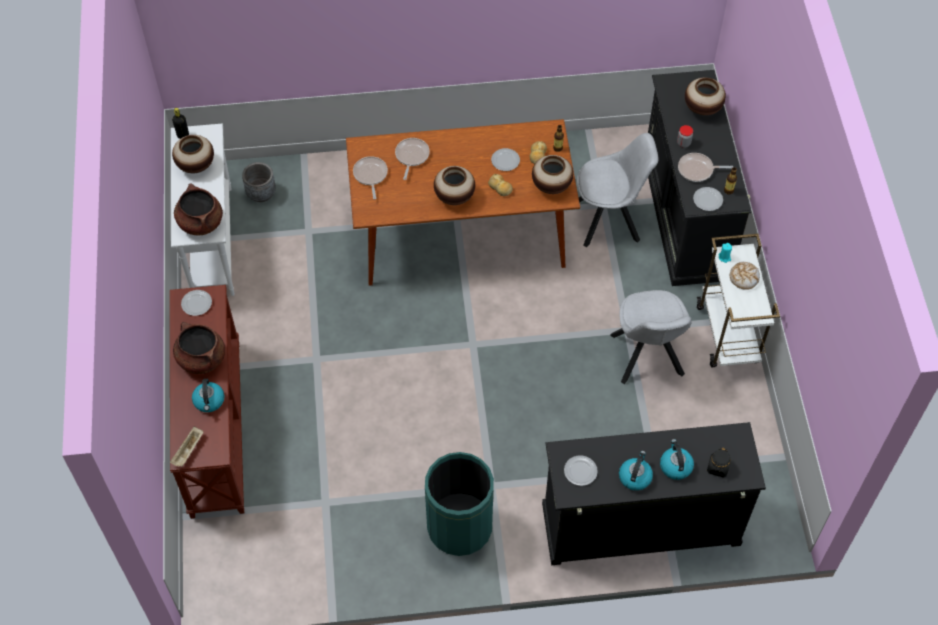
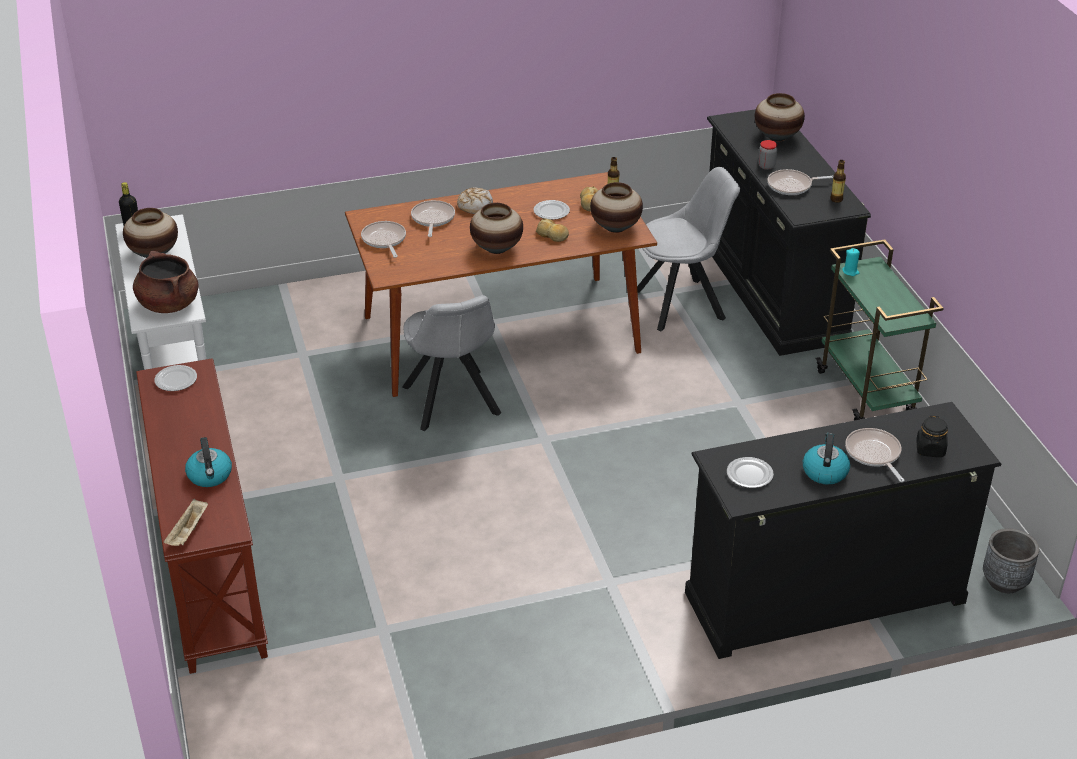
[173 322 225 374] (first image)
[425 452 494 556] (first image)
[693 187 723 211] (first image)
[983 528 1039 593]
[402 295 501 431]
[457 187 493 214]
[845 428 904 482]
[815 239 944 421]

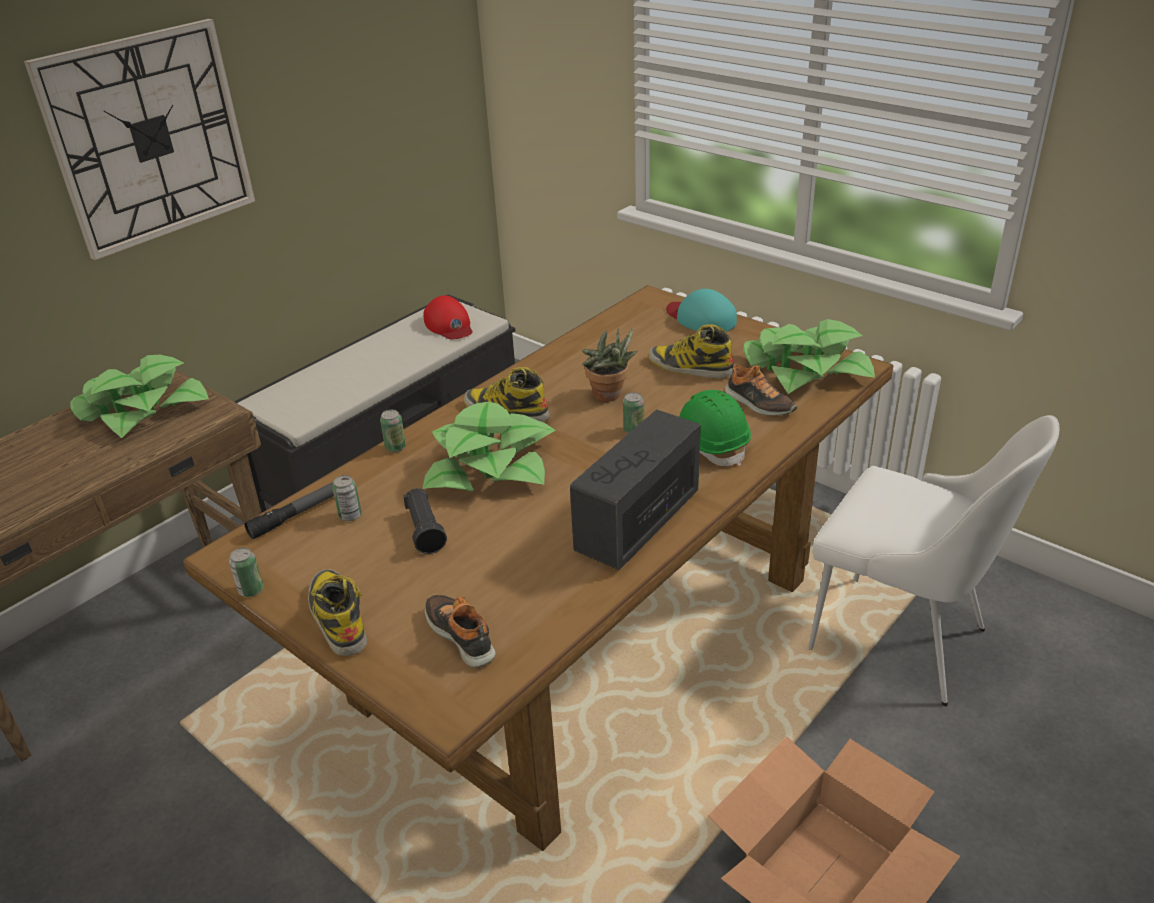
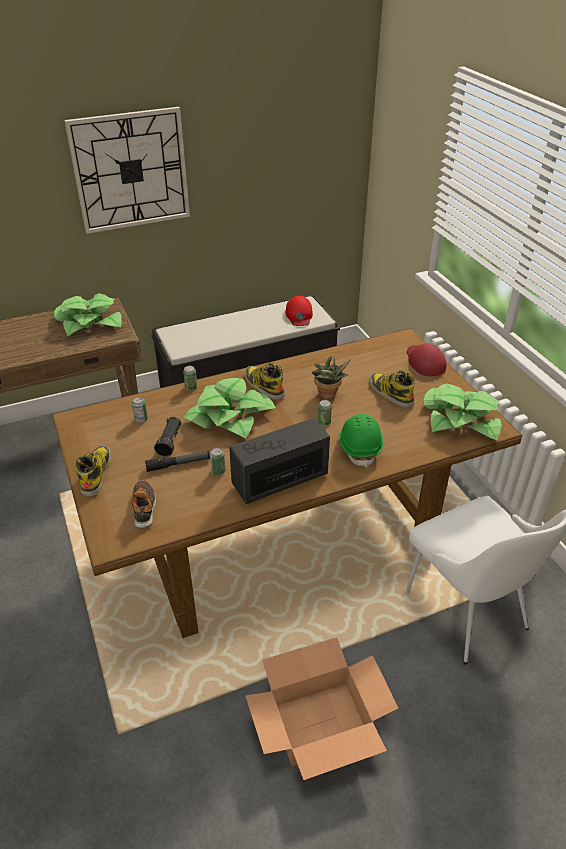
[725 363 797 416] (first image)
[210 447 225 475]
[145 451 210 472]
[407 343 447 376]

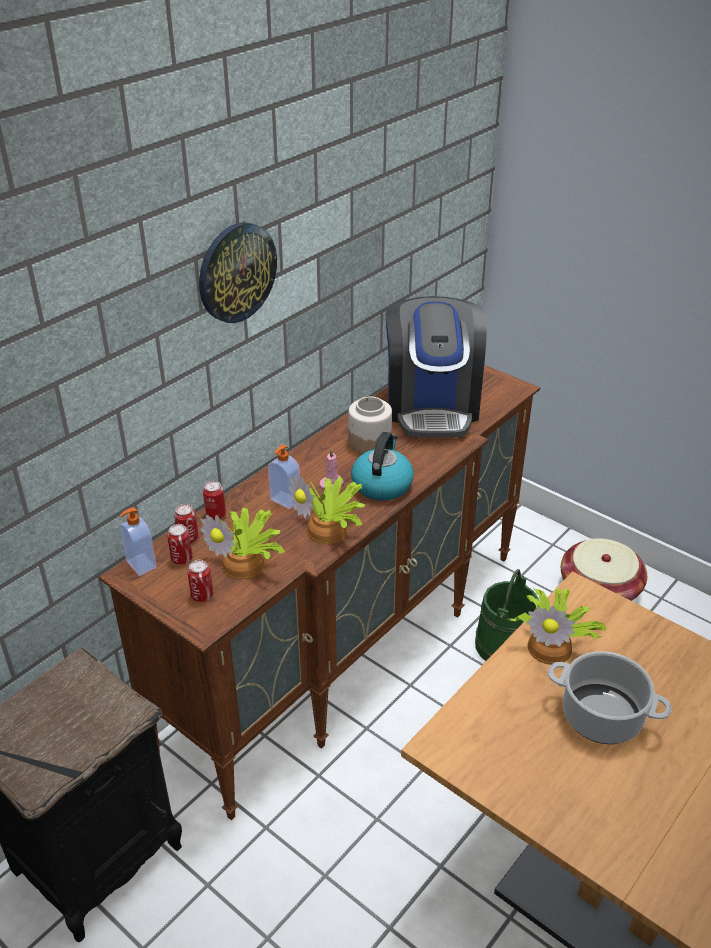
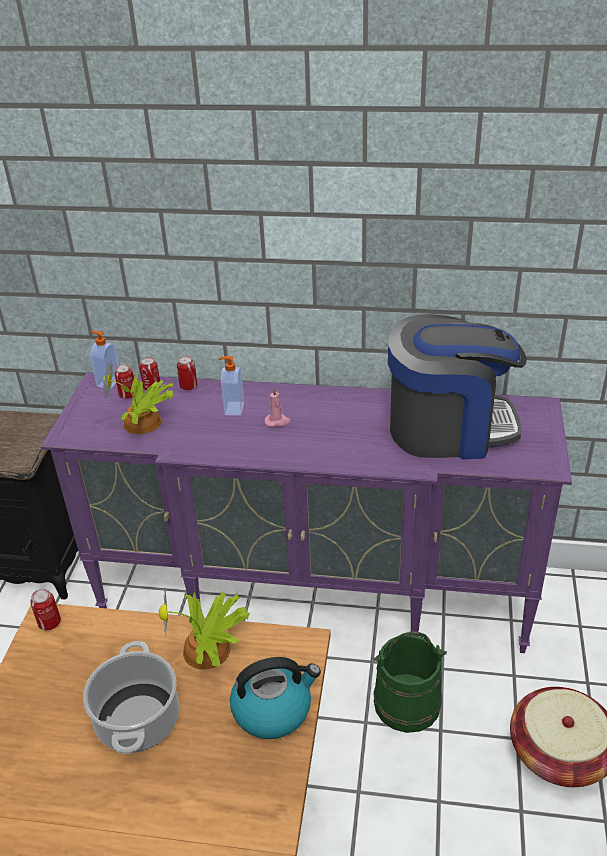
[199 222 277 323] (first image)
[289 475 365 544] (first image)
[348 396 392 454] (first image)
[30 589 61 631]
[230 657 321 739]
[41 373 572 653]
[388 314 527 459]

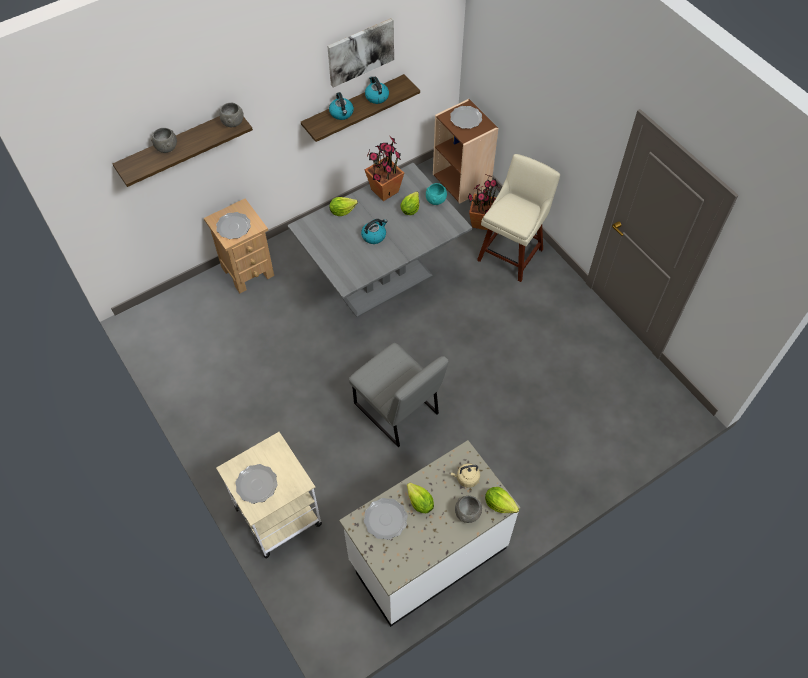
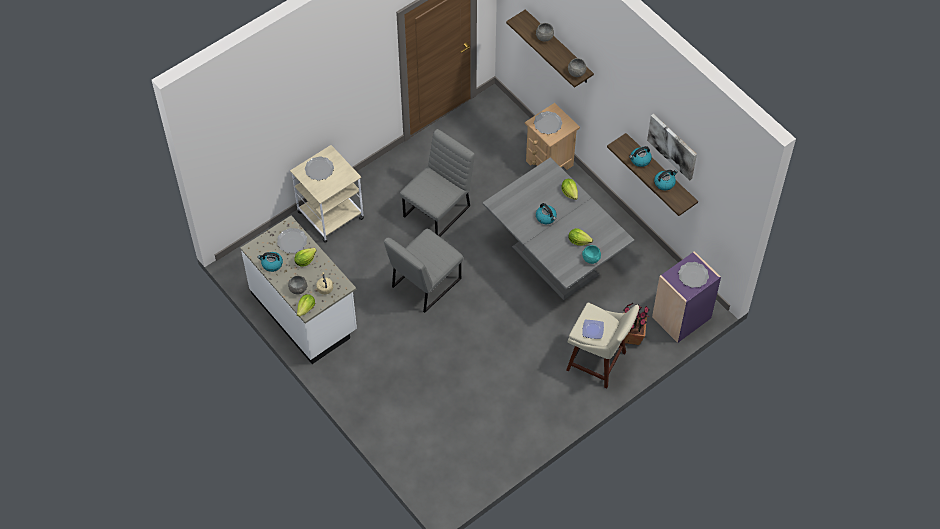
[365 137 404 201] (first image)
[257 252 283 272]
[400 129 475 237]
[582 320 604 339]
[652 251 721 343]

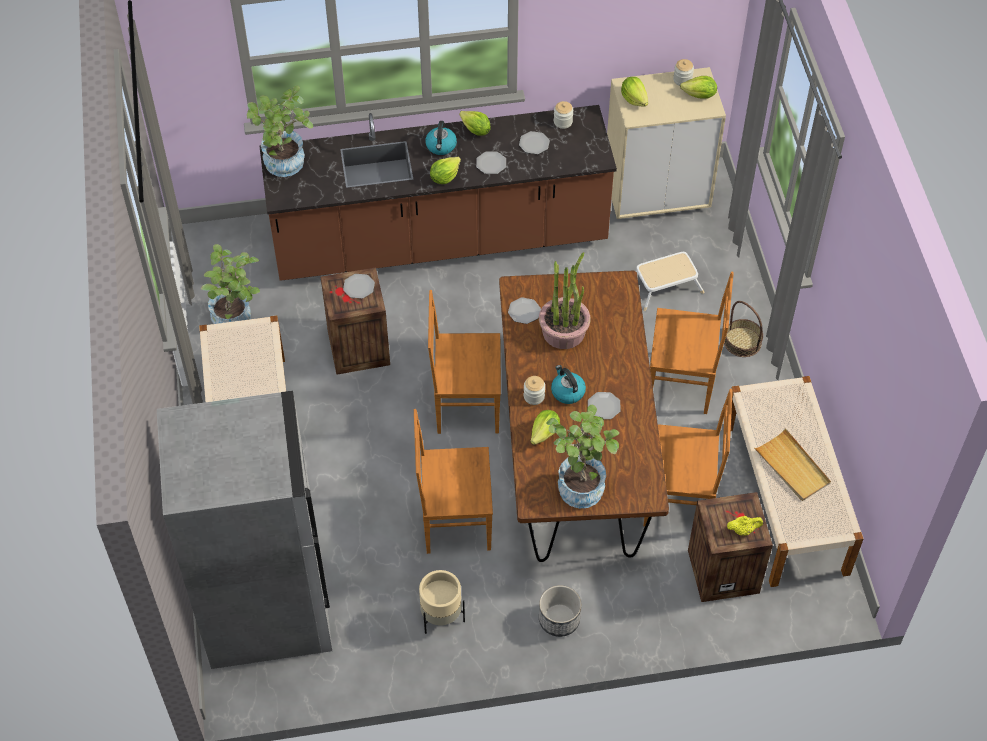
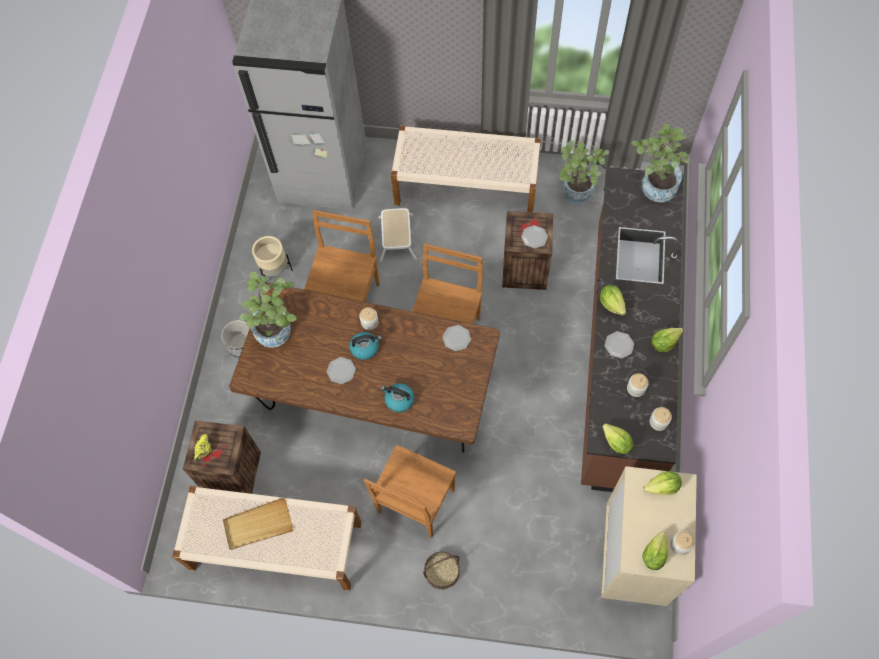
[539 252 590 349] (first image)
[644 389 732 527] (first image)
[381 383 414 412]
[602 423 633 454]
[378 208 417 263]
[627 373 649 397]

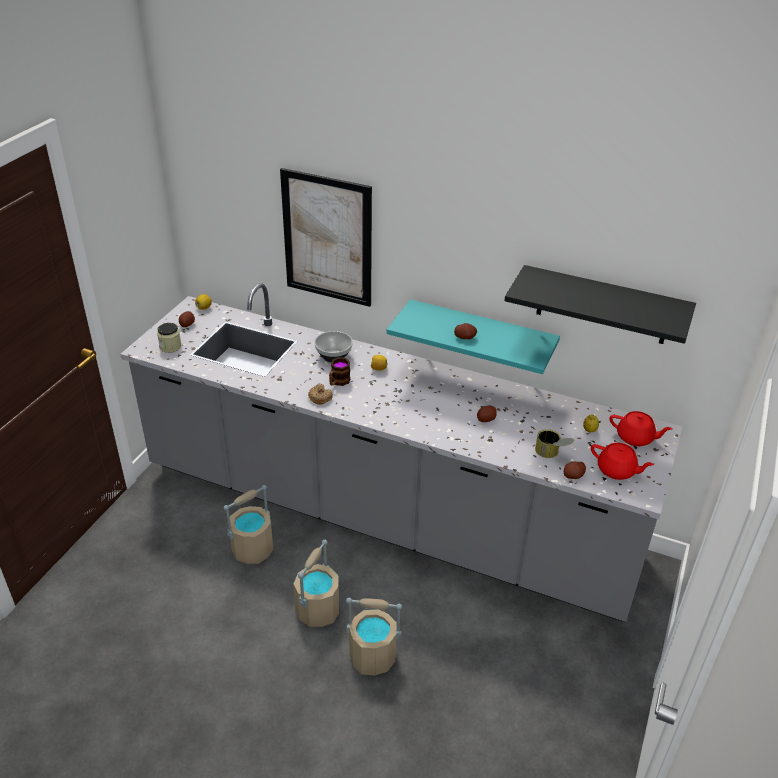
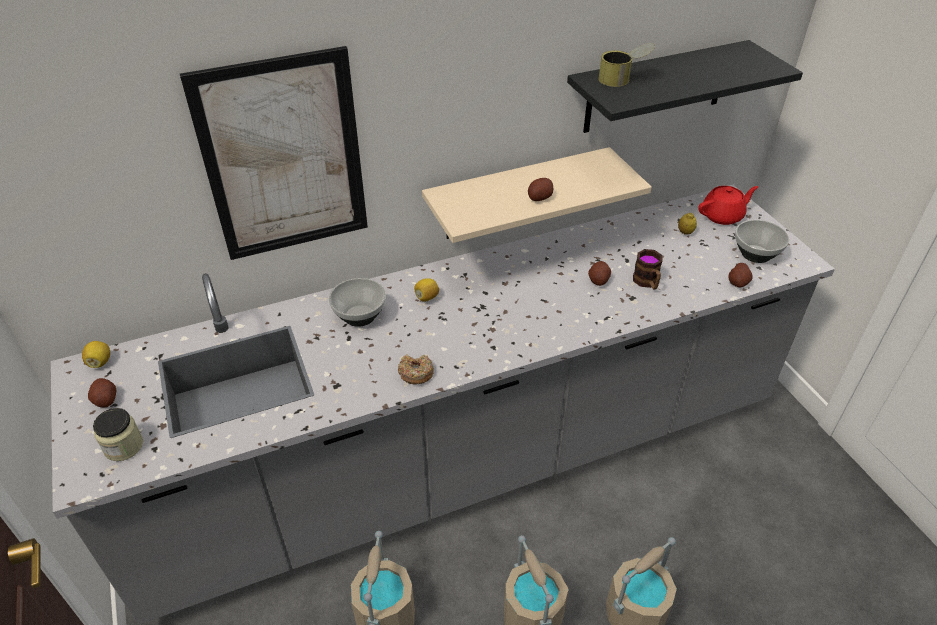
[633 249 663 289]
[598 43 655 87]
[735 220 789 263]
[422 147 652 243]

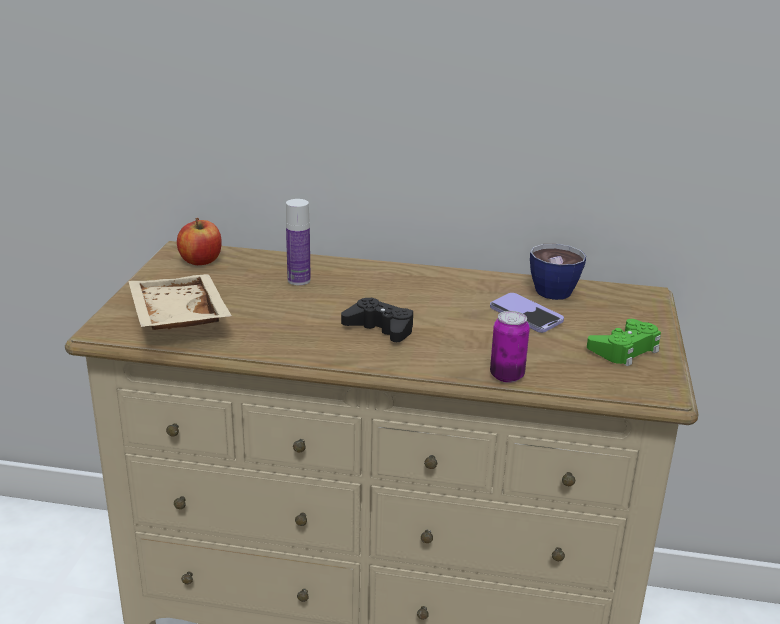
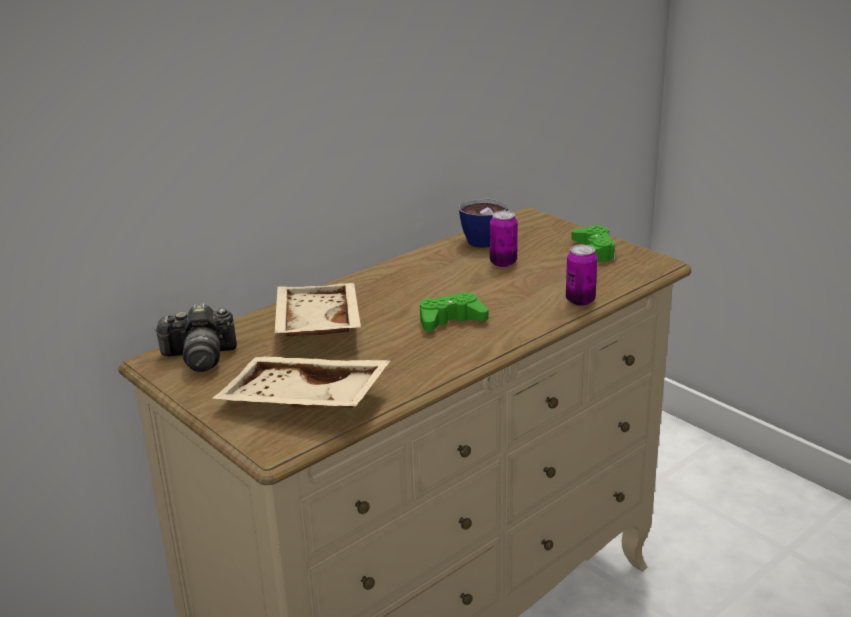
[154 303 237 372]
[274 283 361 337]
[490 211 518 267]
[420 292 488 331]

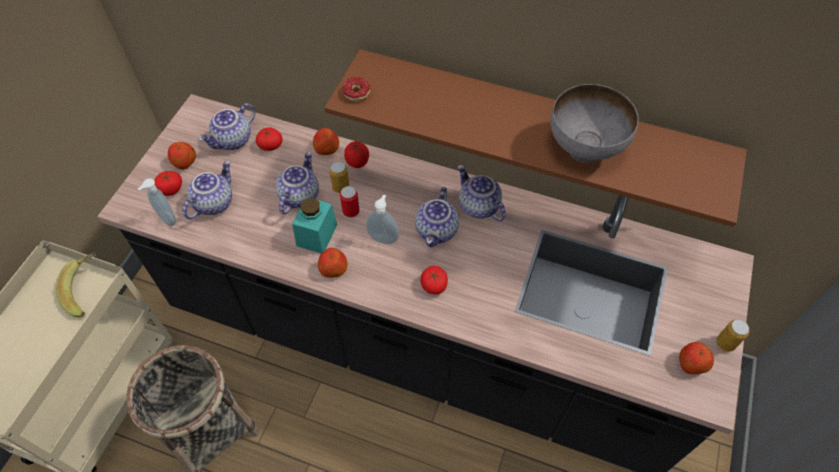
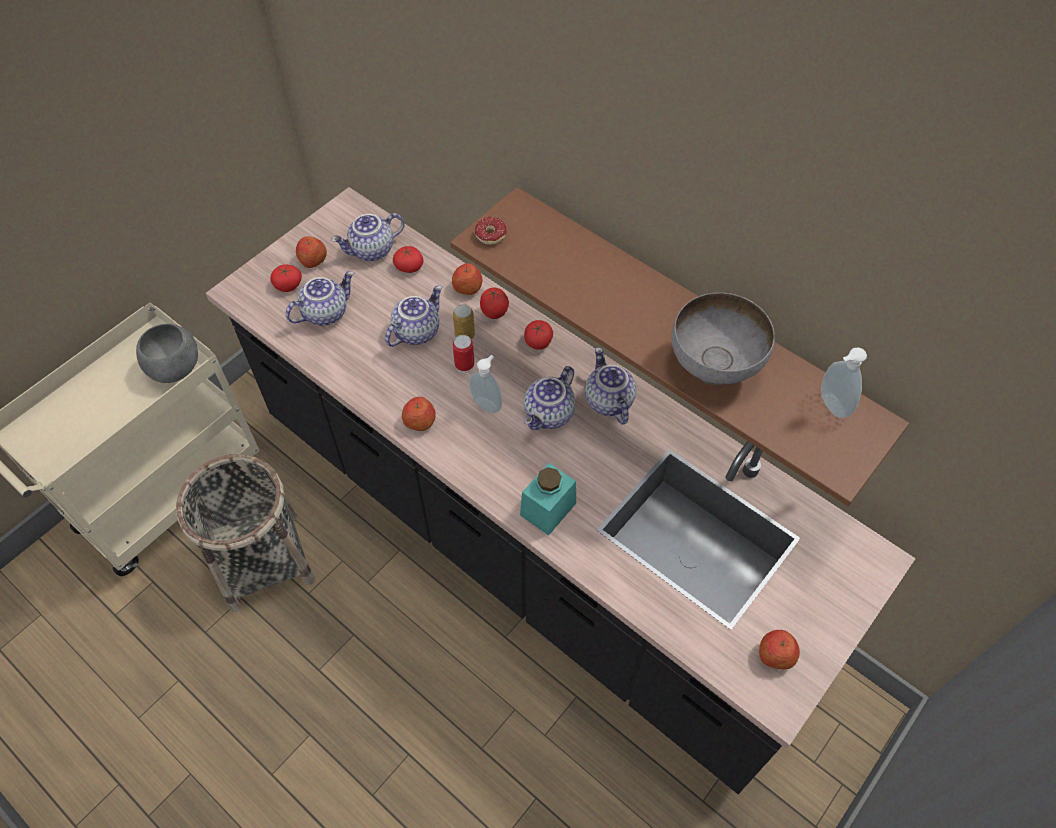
[716 319 749 352] (first image)
[821 347 867 418]
[520 463 576 536]
[524 320 553 350]
[136 324 198 383]

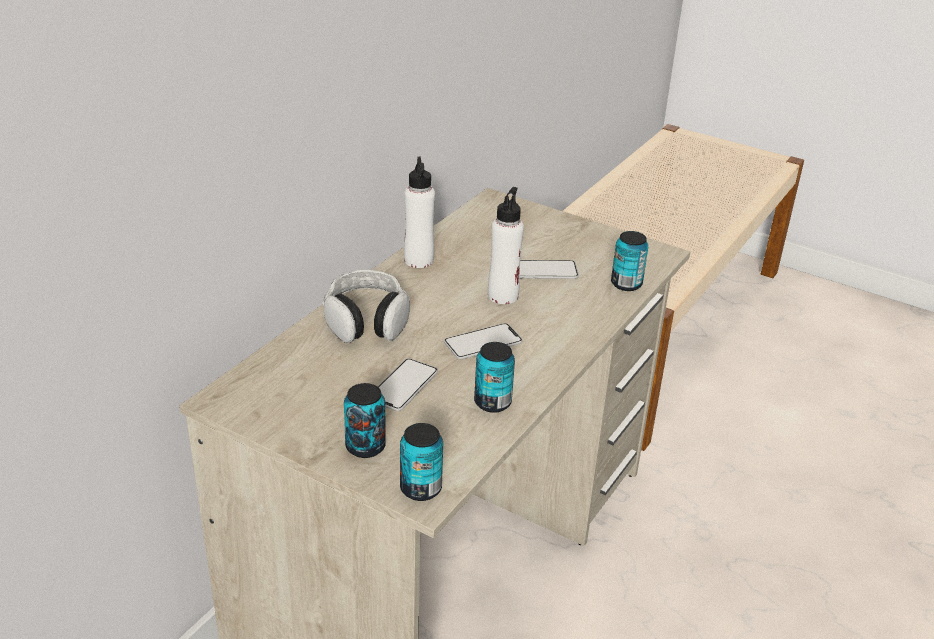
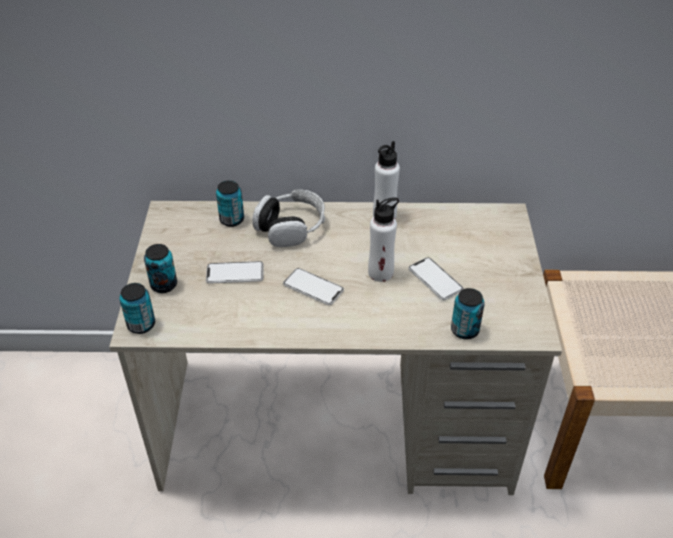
[216 180 244 227]

